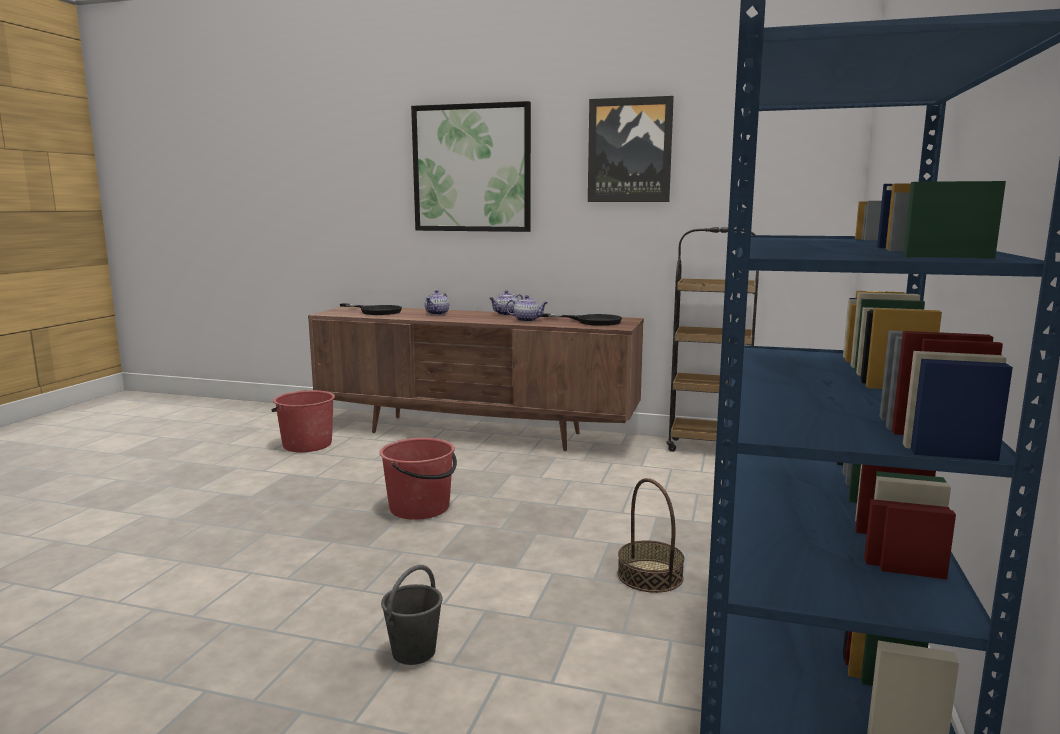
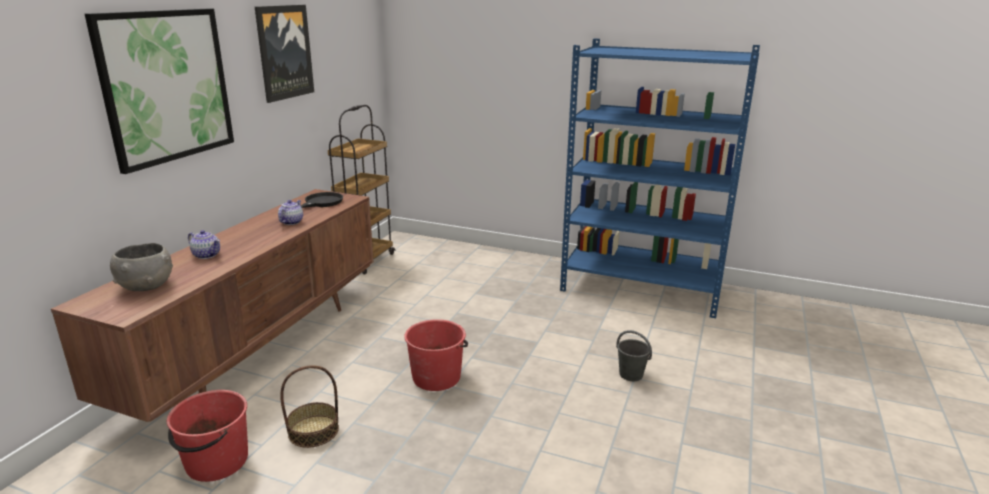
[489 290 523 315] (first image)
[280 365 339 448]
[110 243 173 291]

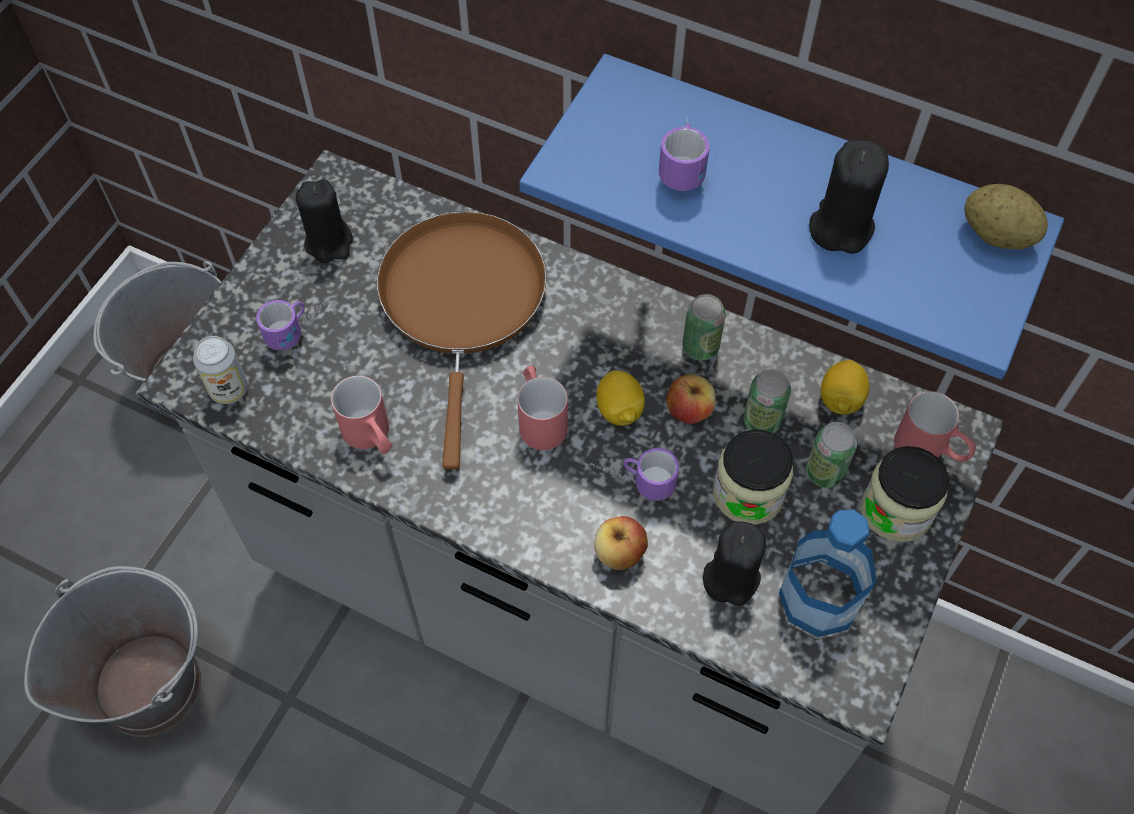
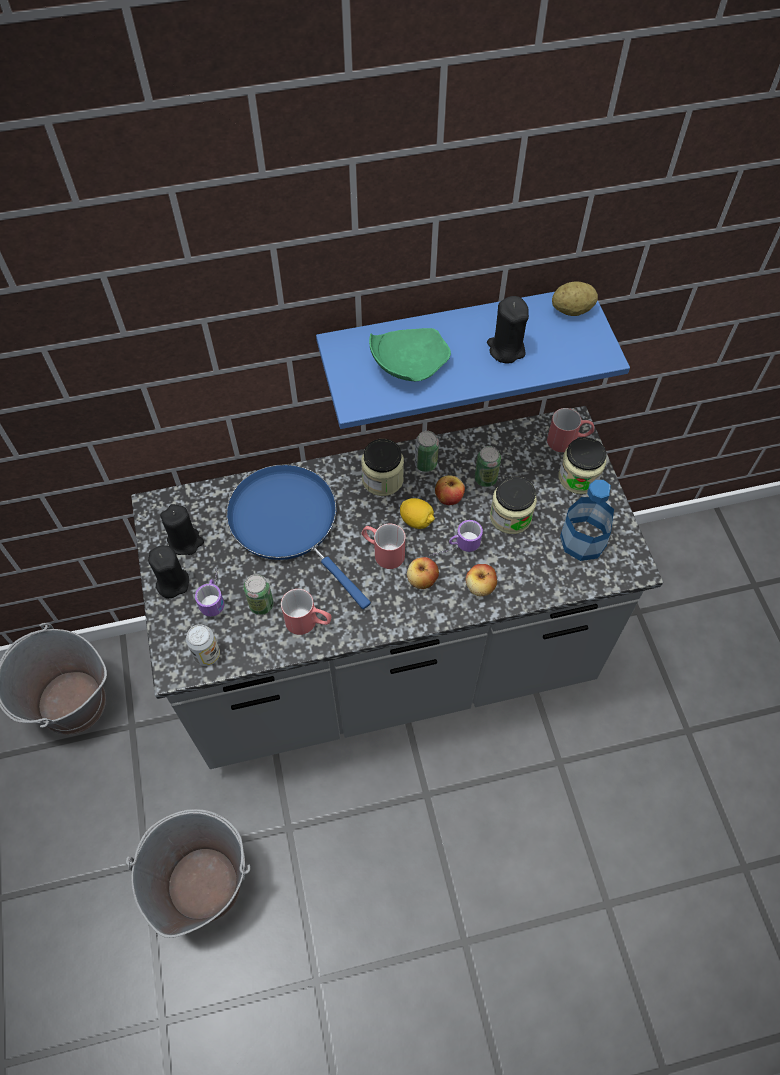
[820 360 869 415] (first image)
[361 439 404 496]
[407 557 439 589]
[148 545 189 598]
[244 574 274 615]
[369 328 451 381]
[226 464 371 609]

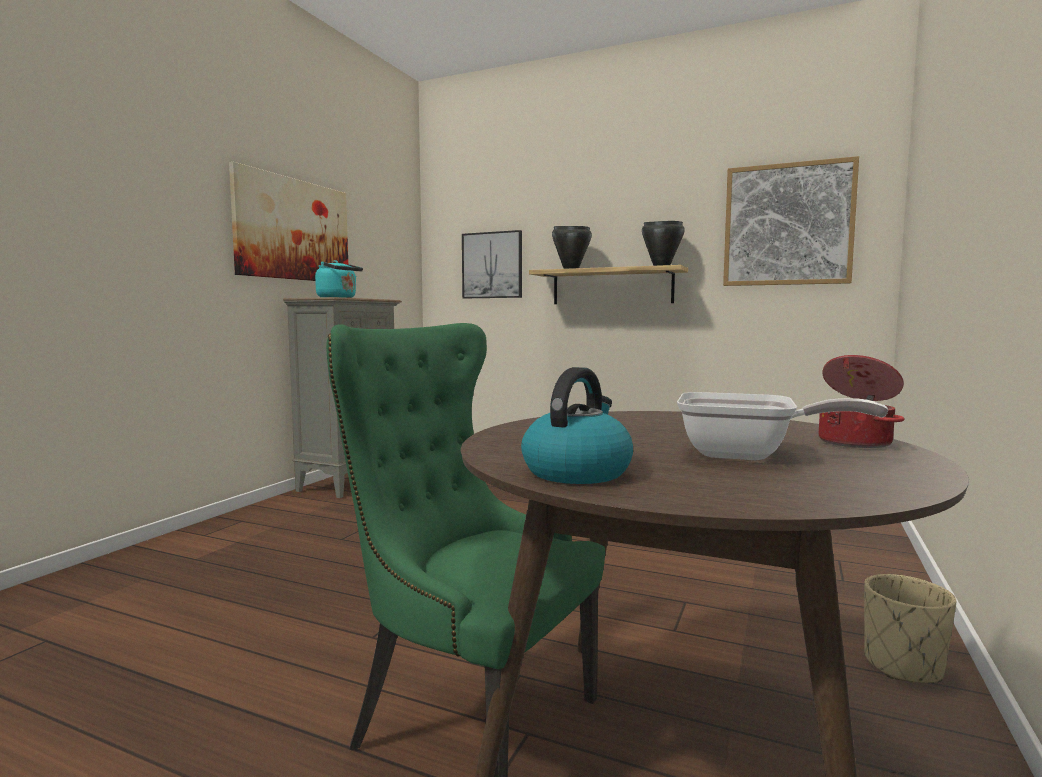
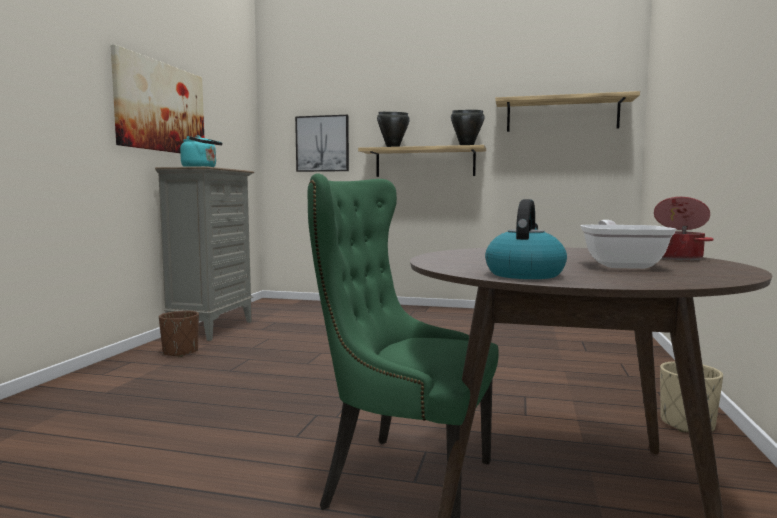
[159 311 199 357]
[495 91 640 132]
[581 220 676 269]

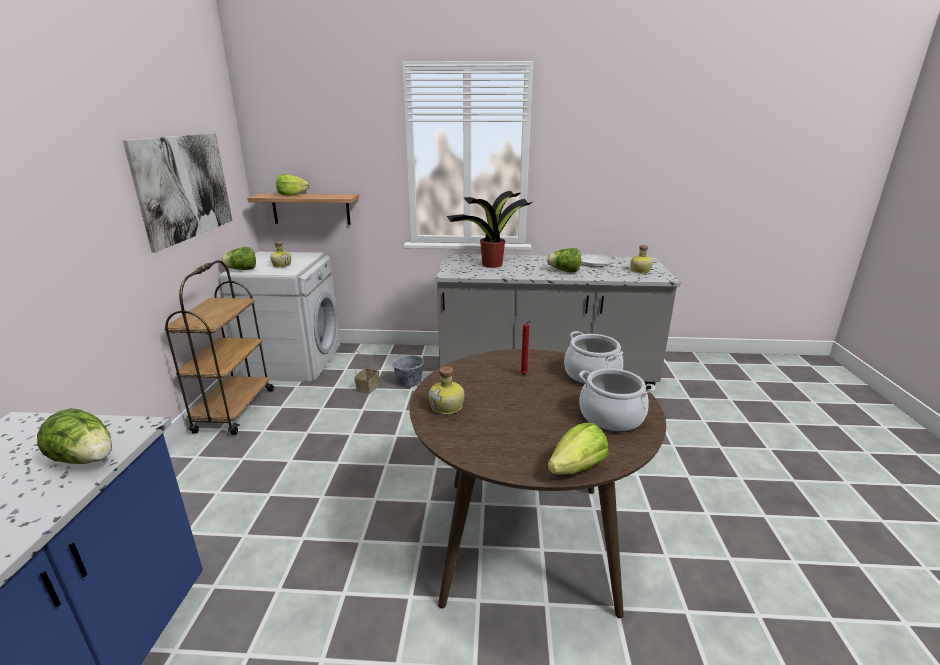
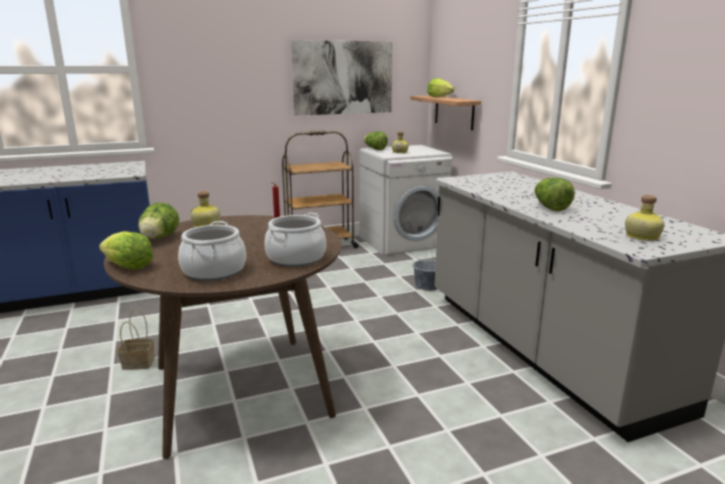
[447 191 533 268] (first image)
[581 254 620 268] (first image)
[138 202 179 239]
[118 309 155 370]

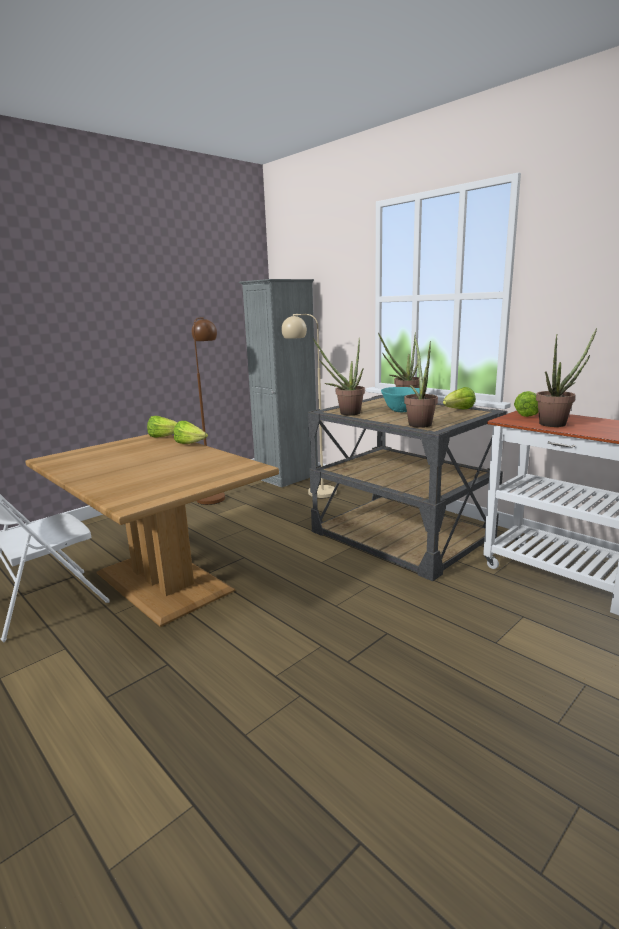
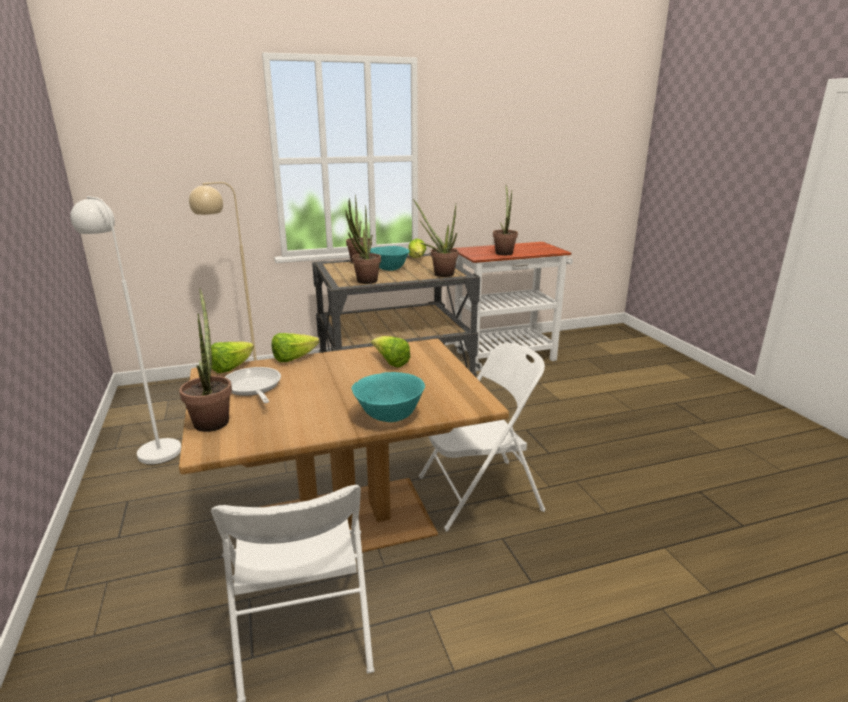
[239 279 318 487] (first image)
[179 288 232 432]
[225 367 281 403]
[352 372 425 422]
[419 343 545 532]
[371 336 411 368]
[70 196 181 465]

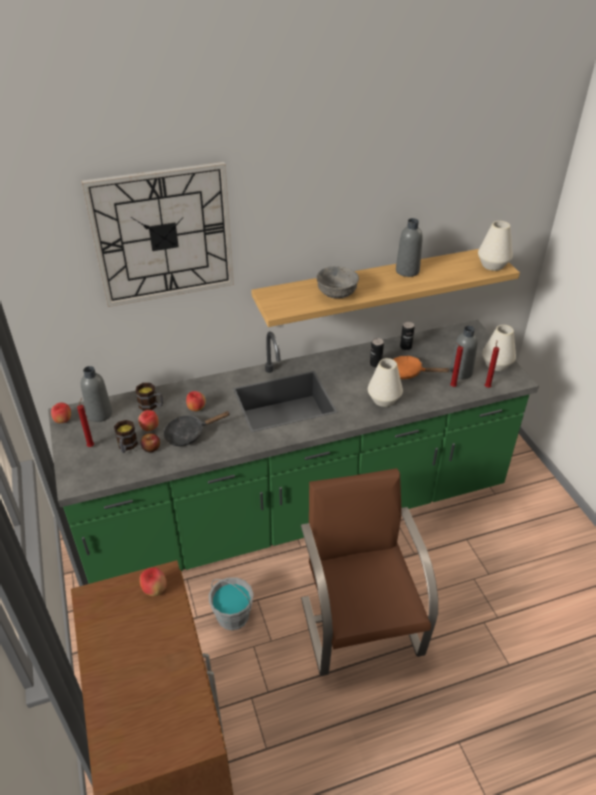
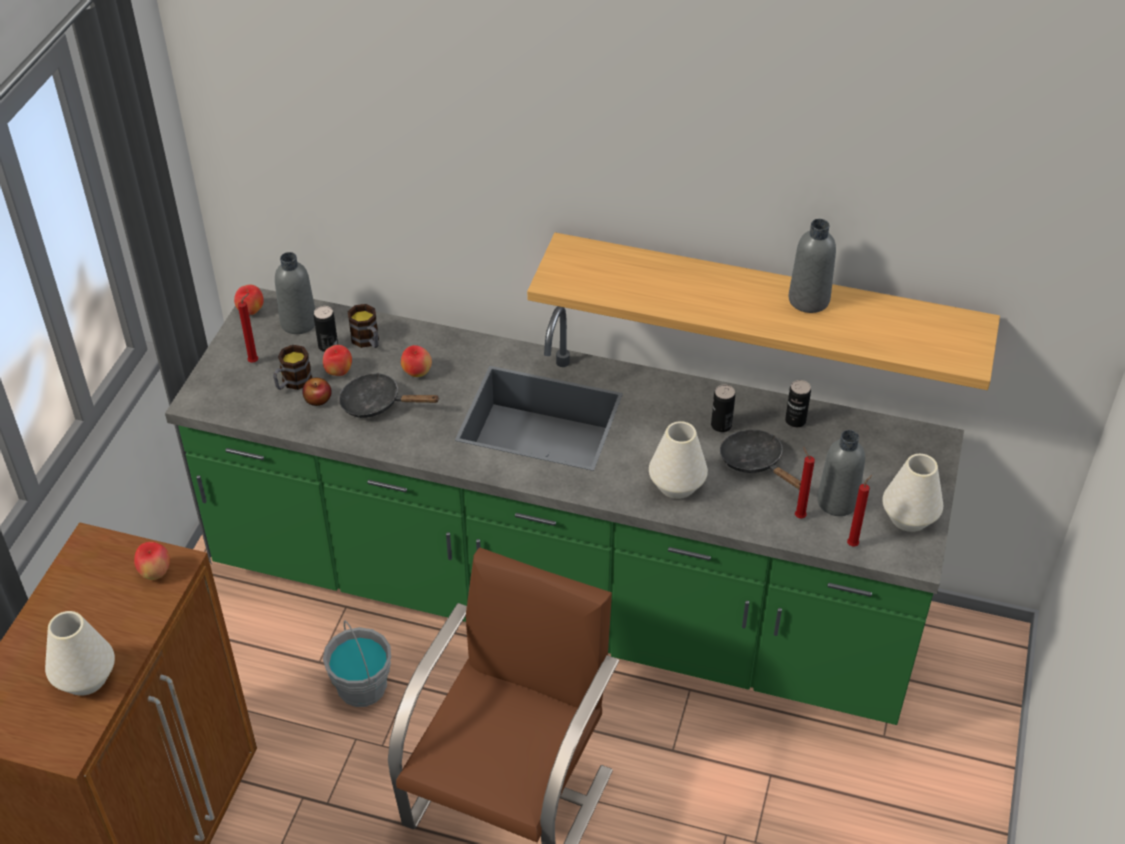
[81 162 234 307] (first image)
[316 266 359 299] (first image)
[314 306 338 352]
[45 611 115 696]
[720 429 801 490]

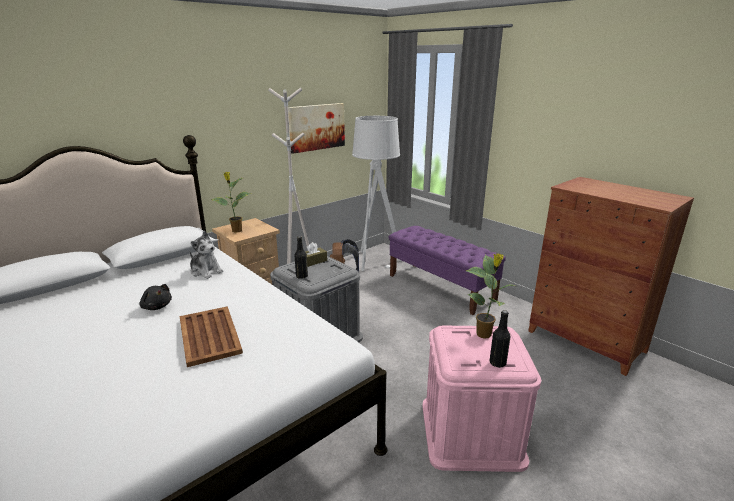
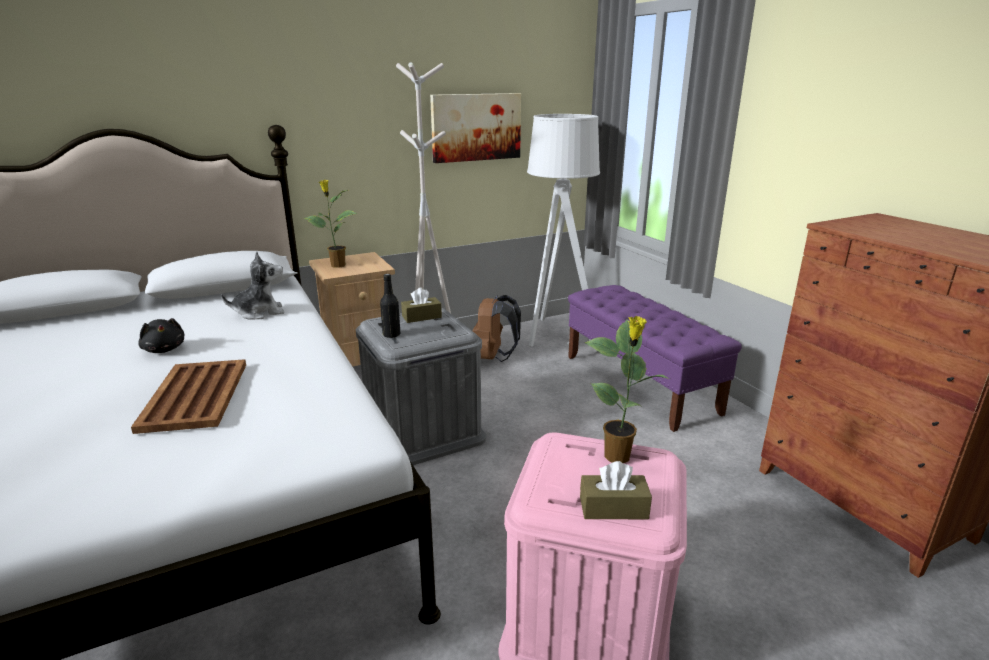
[580 461 652 519]
[221 251 285 320]

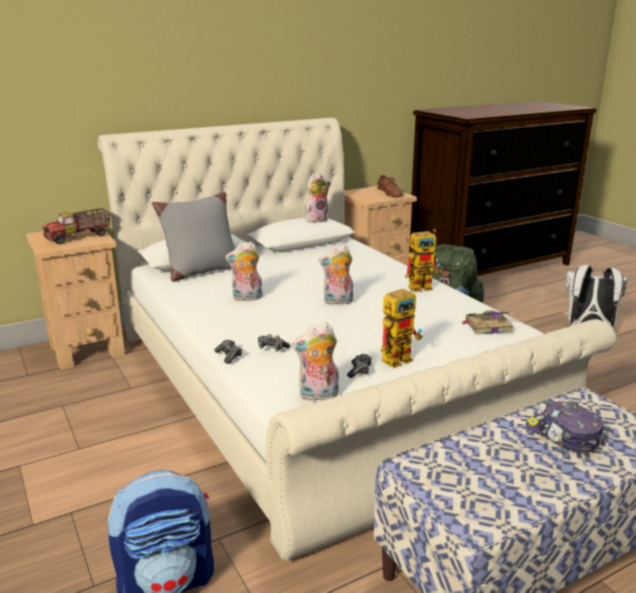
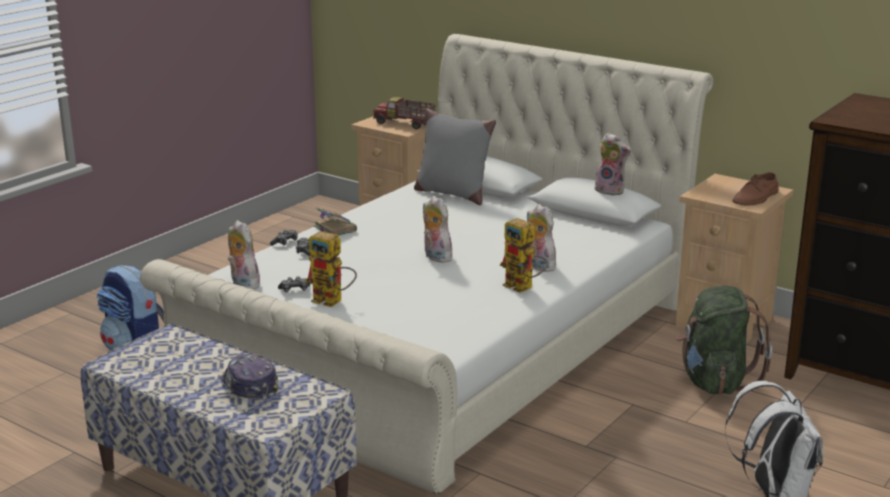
[526 204 559 272]
[313 207 357 235]
[220 354 278 398]

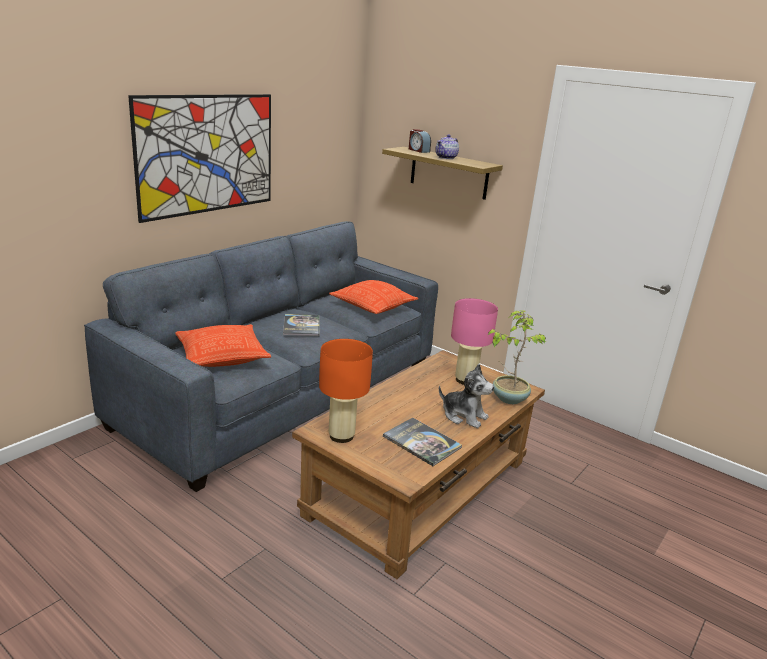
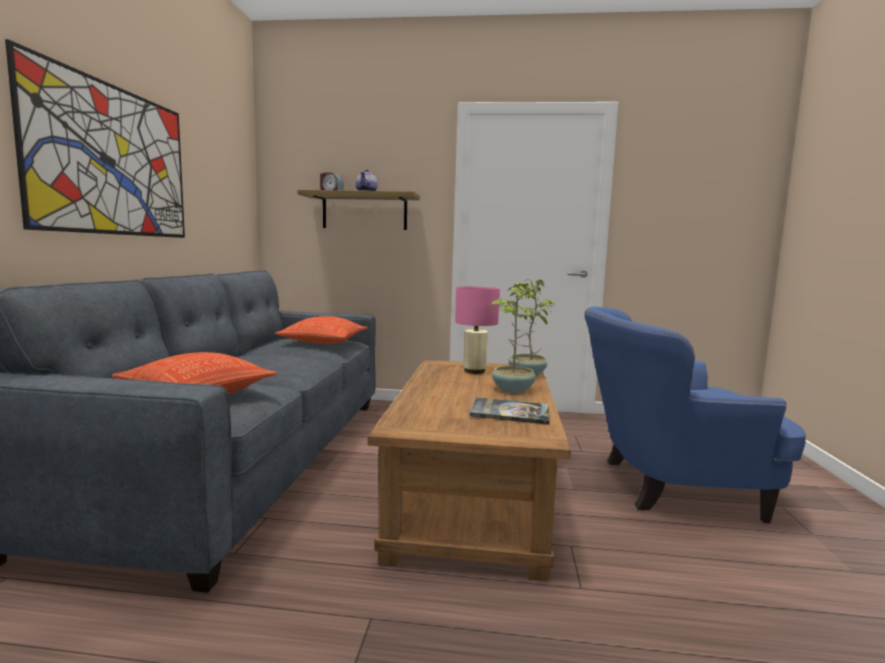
[283 314 320 336] (first image)
[319 339 373 443] (first image)
[585 307 806 523]
[490 282 553 393]

